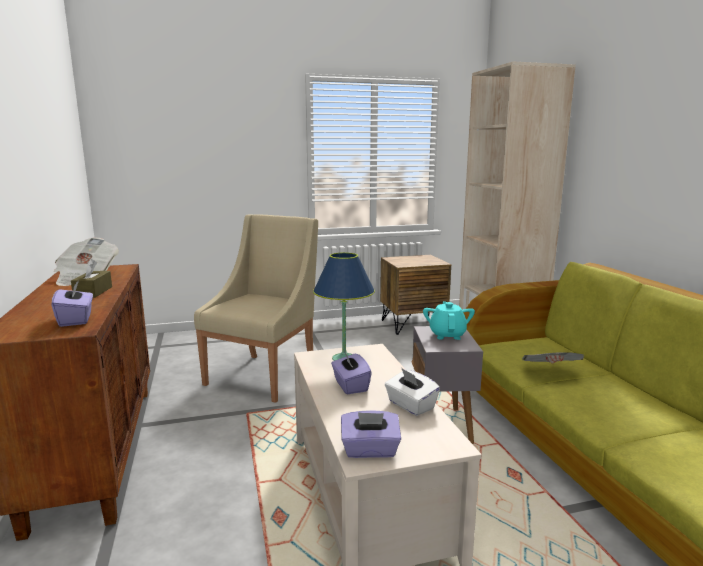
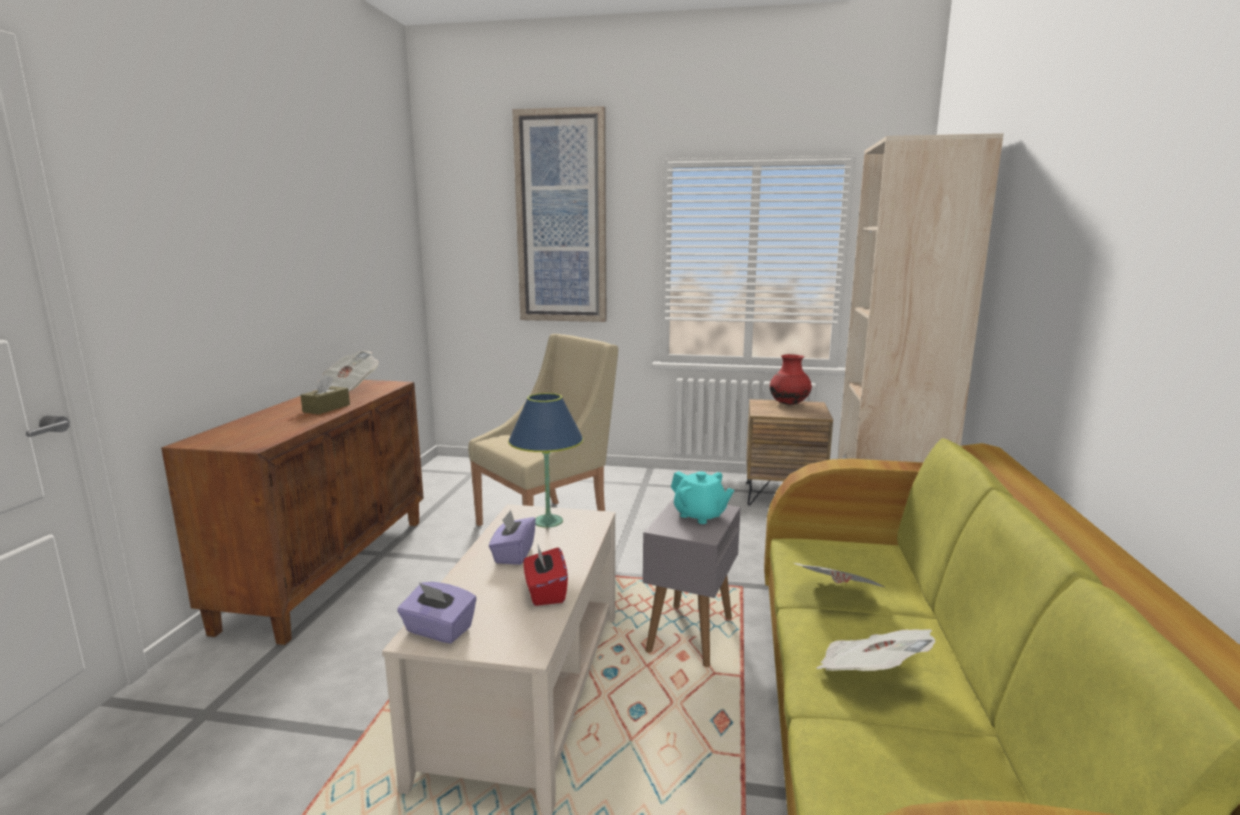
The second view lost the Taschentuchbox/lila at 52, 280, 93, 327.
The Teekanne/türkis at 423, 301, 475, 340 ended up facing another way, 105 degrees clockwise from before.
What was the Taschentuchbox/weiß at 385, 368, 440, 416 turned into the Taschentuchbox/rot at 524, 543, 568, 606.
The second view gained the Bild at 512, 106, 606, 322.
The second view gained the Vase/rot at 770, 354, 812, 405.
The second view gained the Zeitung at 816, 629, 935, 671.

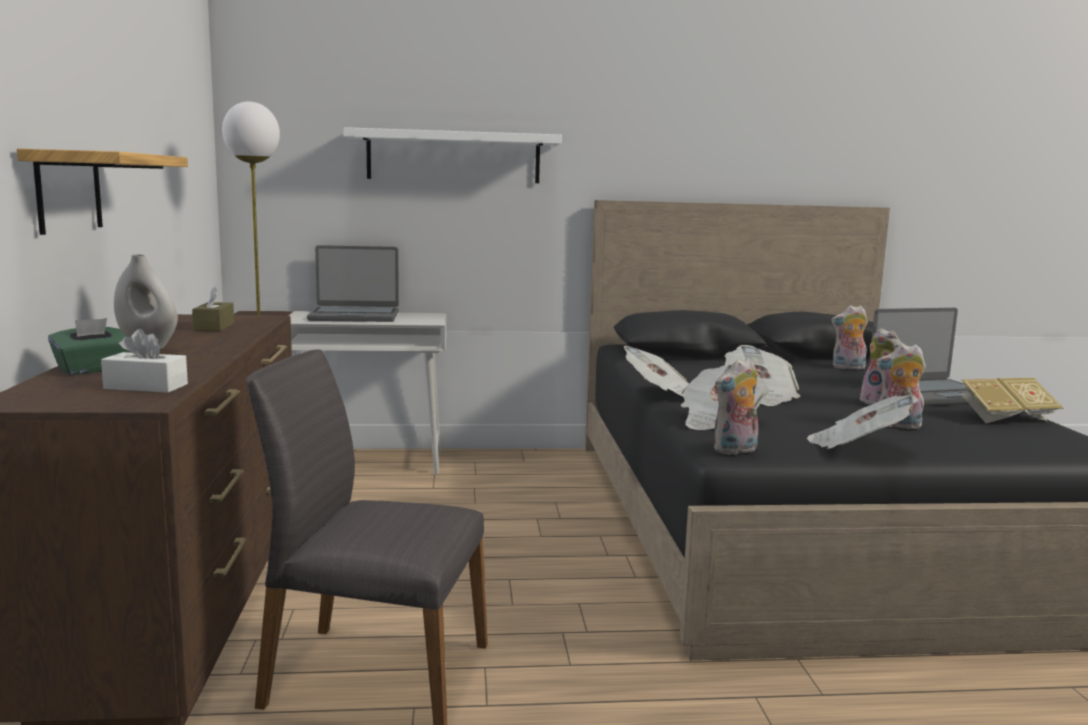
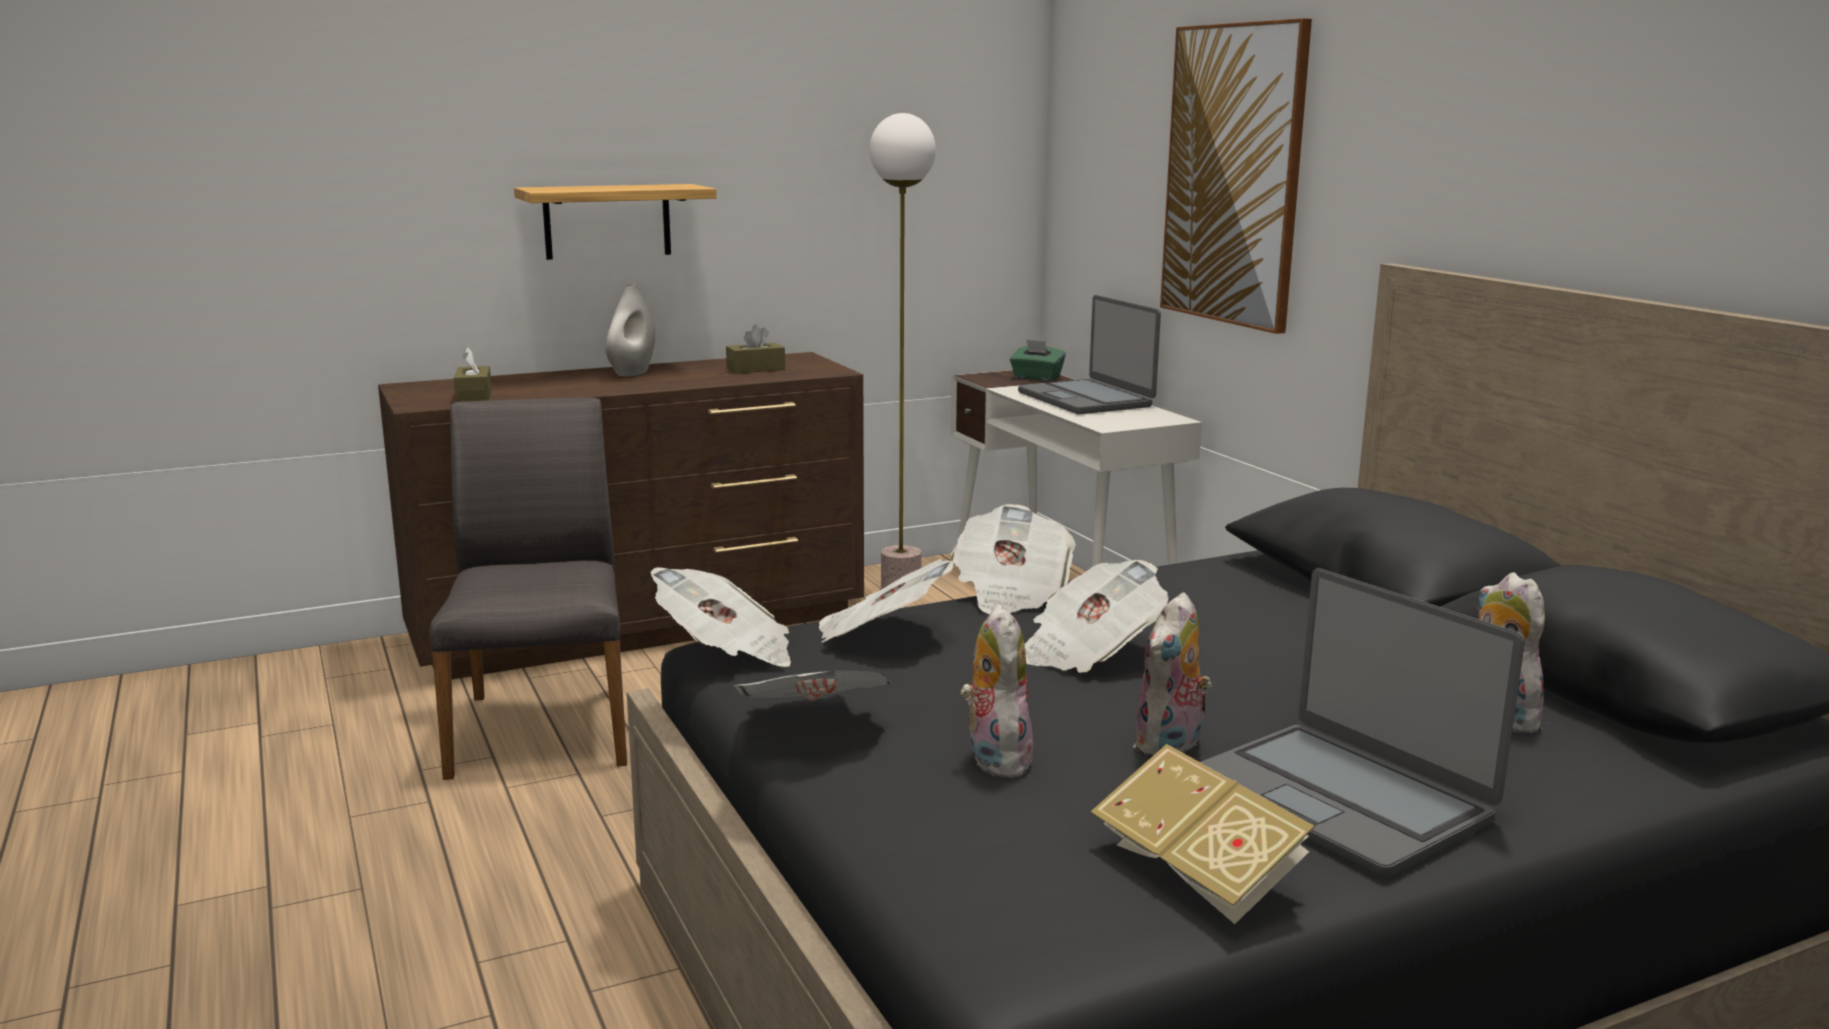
Where the Wandregal/weiß hung at 343, 127, 562, 183, the Bild came to hang at 1160, 18, 1312, 334.
The Taschentuchbox/grün ended up elsewhere, having gone from 48, 318, 130, 374 to 1010, 339, 1066, 381.
What was the Taschentuchbox/weiß at 101, 329, 188, 393 turned into the Taschentuchbox/braun at 454, 347, 492, 402.
Where the Plüschtier stood at 714, 358, 758, 455, the Zeitung came to stand at 650, 567, 791, 667.

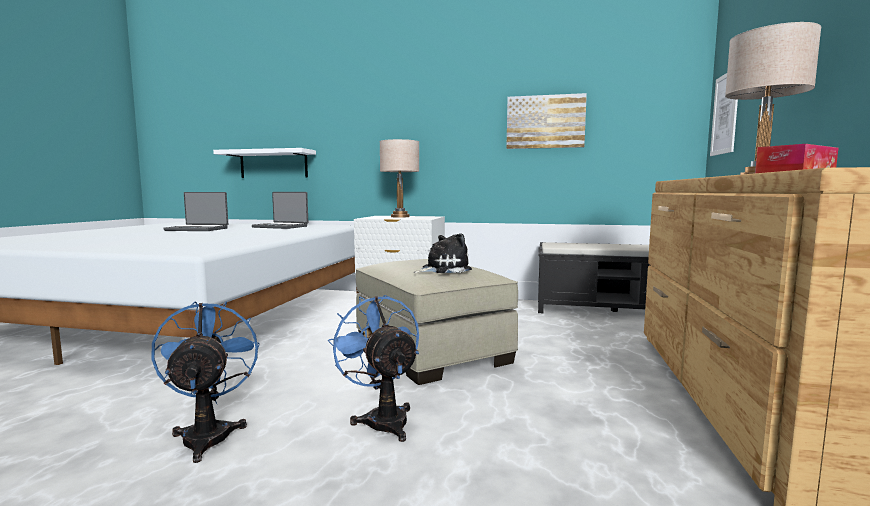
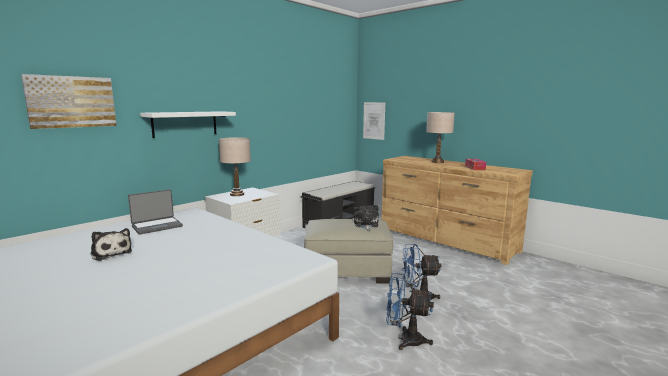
The Bild ended up elsewhere, having gone from 506, 93, 587, 149 to 21, 74, 116, 129.
The Wandregal/weiß ended up elsewhere, having gone from 213, 148, 316, 178 to 140, 111, 236, 138.
Where the Laptop stood at 163, 192, 228, 231, the Plüschtier came to stand at 90, 228, 132, 261.

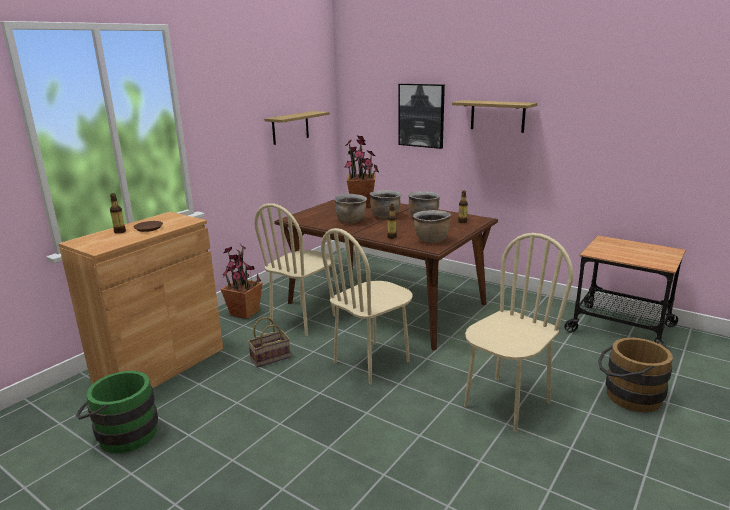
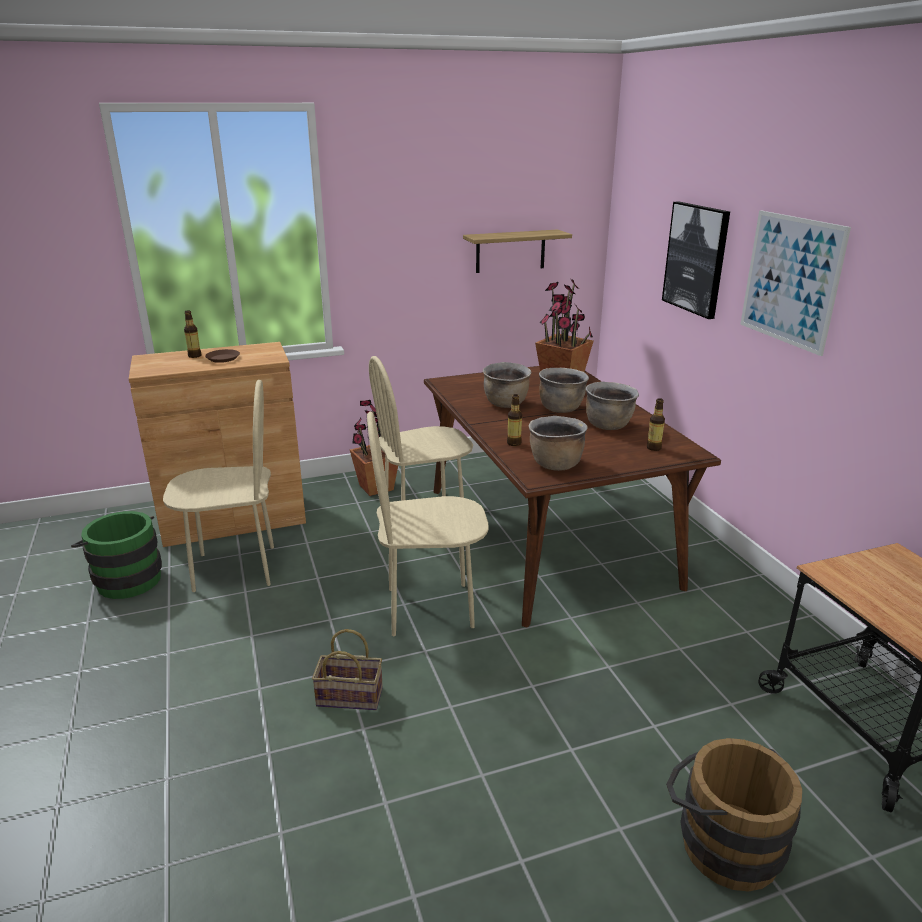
Where the Wandregal hung at 452, 100, 537, 133, the Bild came to hang at 741, 210, 851, 356.
The Stuhl/beige ended up elsewhere, having gone from 464, 233, 573, 432 to 163, 380, 274, 592.
The Korb ended up elsewhere, having gone from 248, 317, 291, 368 to 312, 629, 383, 710.

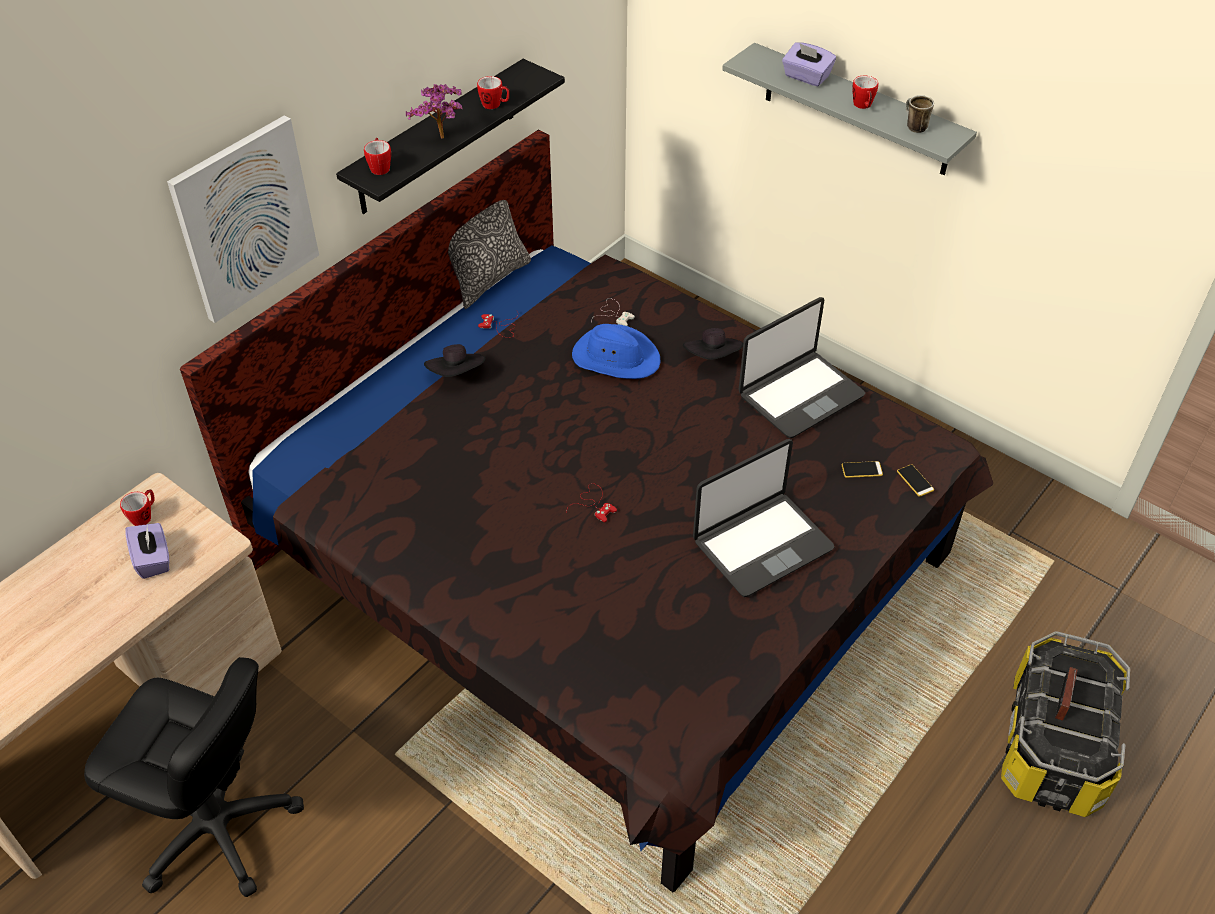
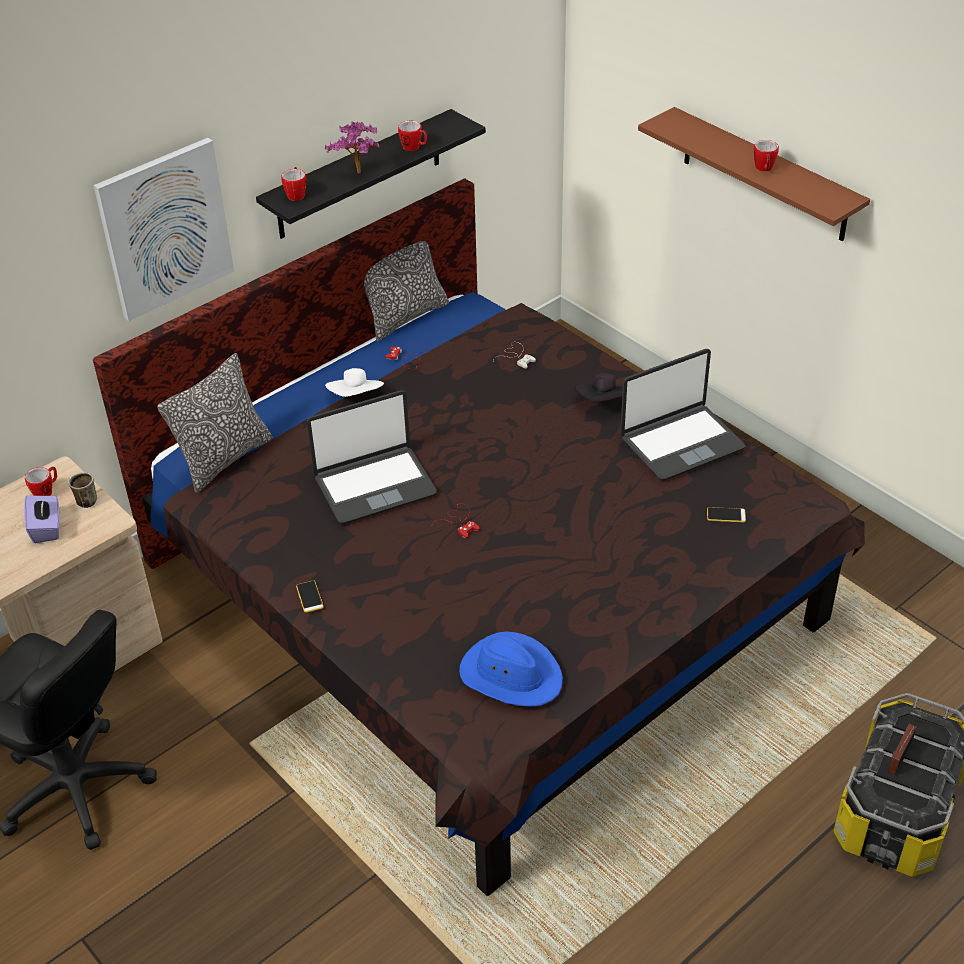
What was the Wandregal/grau at 722, 43, 977, 175 turned into the Wandregal/braun at 638, 107, 870, 241.
The second view lost the Taschentuchbox/lila at 782, 43, 836, 86.
The Henkelbecher ended up elsewhere, having gone from 906, 95, 934, 133 to 68, 472, 97, 508.
The Hut/blau ended up elsewhere, having gone from 572, 324, 660, 379 to 459, 631, 563, 707.
What was the Hut/schwarz at 424, 344, 486, 377 turned into the Hut/weiß at 325, 368, 384, 397.
The Laptop ended up elsewhere, having gone from 693, 439, 834, 597 to 307, 390, 437, 524.
The Handy ended up elsewhere, having gone from 897, 464, 934, 497 to 296, 580, 324, 613.
The second view gained the Kissen at 157, 353, 272, 493.

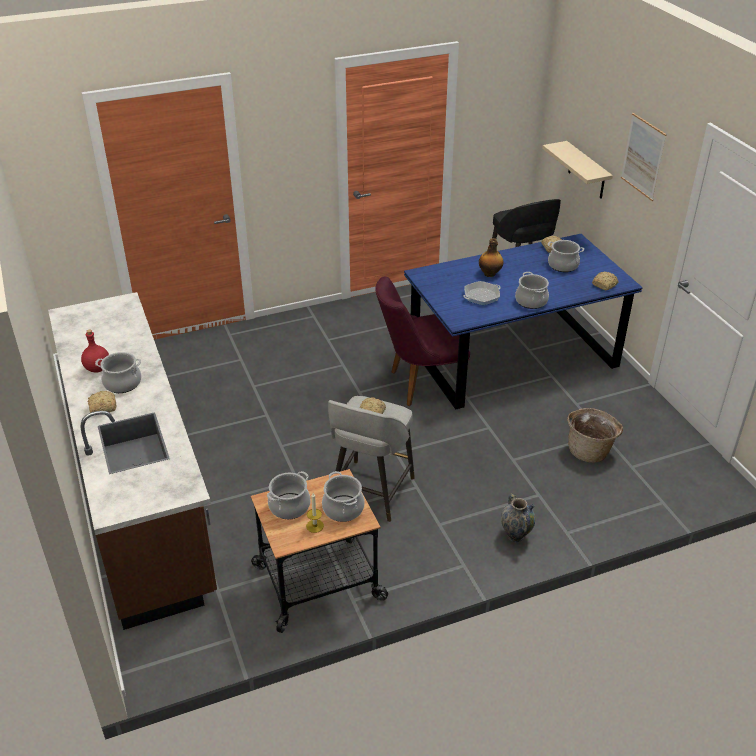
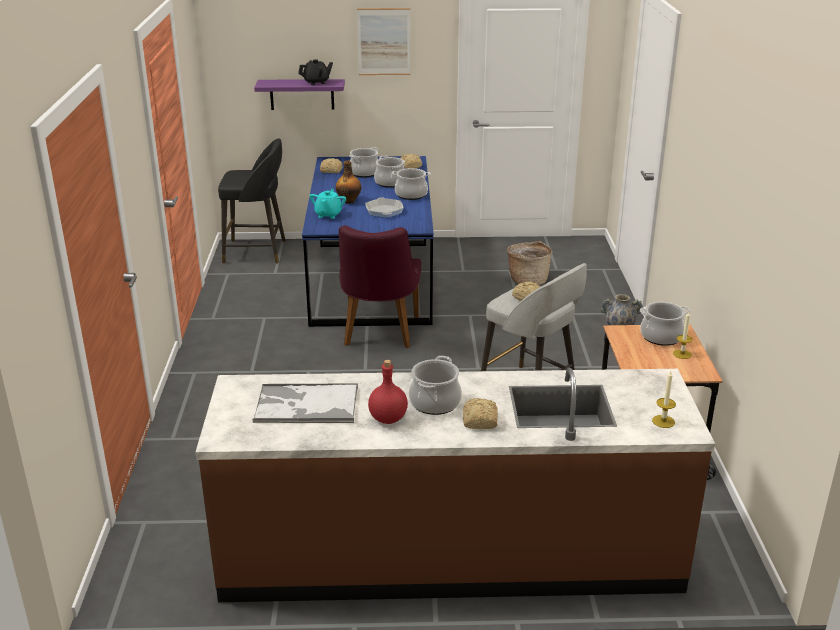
What was the Wandregal/beige at 542, 141, 613, 199 turned into the Wandregal/lila at 254, 79, 345, 110.
The Kochtopf ended up elsewhere, having gone from 267, 471, 310, 519 to 374, 156, 405, 188.
The second view gained the Teekanne/schwarz at 298, 59, 333, 85.
The second view gained the Teekanne/türkis at 310, 189, 346, 219.
The second view gained the Kerze at 652, 371, 676, 428.
The second view gained the Tablett at 252, 383, 358, 423.

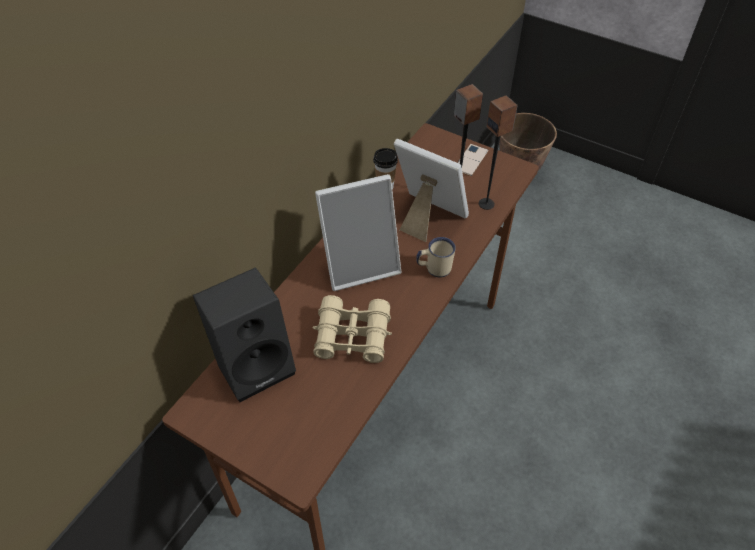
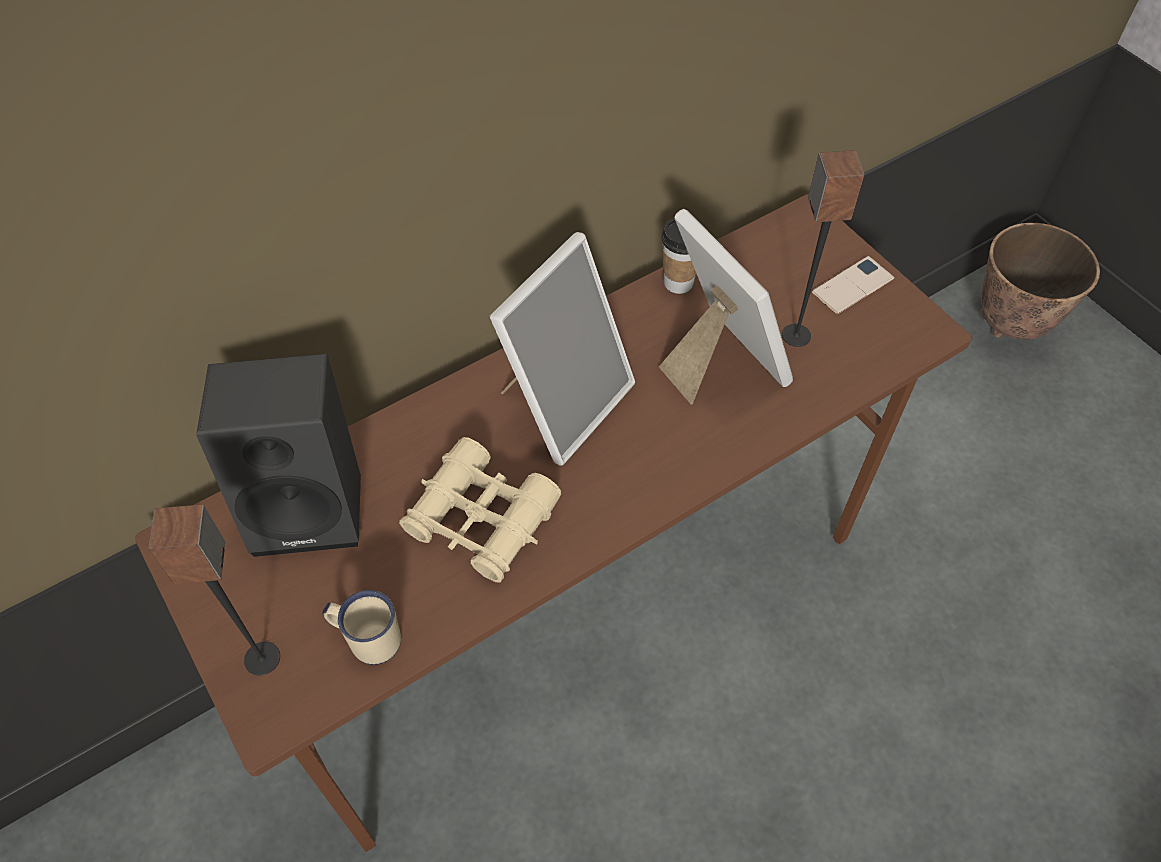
The Lautsprecher ended up elsewhere, having gone from 479, 95, 518, 210 to 148, 505, 280, 676.
The Bilderrahmen at 315, 174, 401, 291 ended up facing another way, 60 degrees counterclockwise from before.
The Henkelbecher/beige ended up elsewhere, having gone from 416, 237, 456, 277 to 322, 590, 401, 665.

